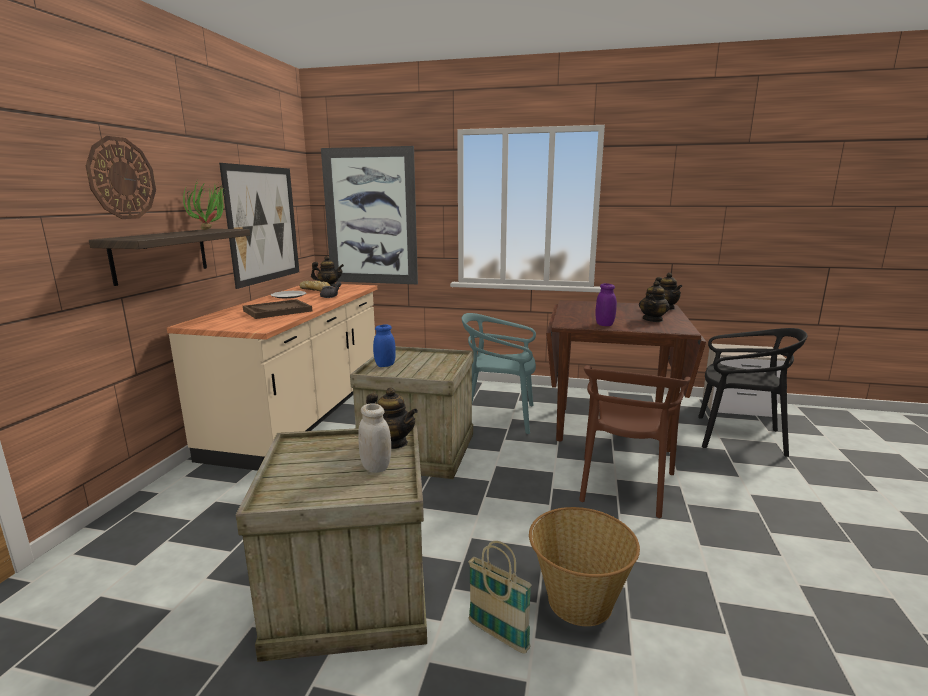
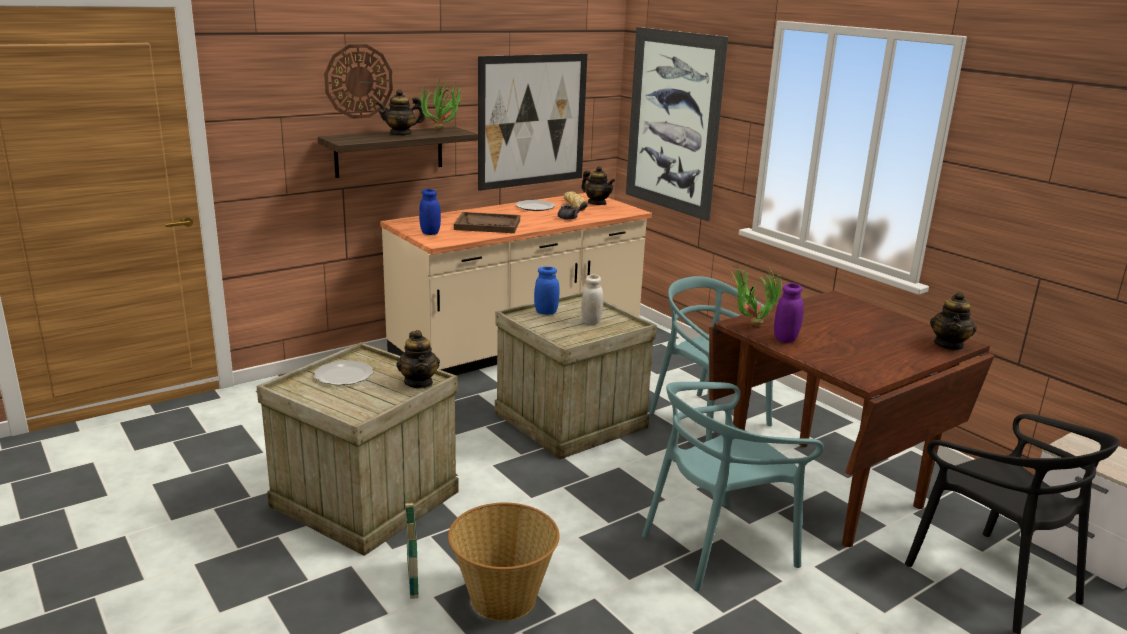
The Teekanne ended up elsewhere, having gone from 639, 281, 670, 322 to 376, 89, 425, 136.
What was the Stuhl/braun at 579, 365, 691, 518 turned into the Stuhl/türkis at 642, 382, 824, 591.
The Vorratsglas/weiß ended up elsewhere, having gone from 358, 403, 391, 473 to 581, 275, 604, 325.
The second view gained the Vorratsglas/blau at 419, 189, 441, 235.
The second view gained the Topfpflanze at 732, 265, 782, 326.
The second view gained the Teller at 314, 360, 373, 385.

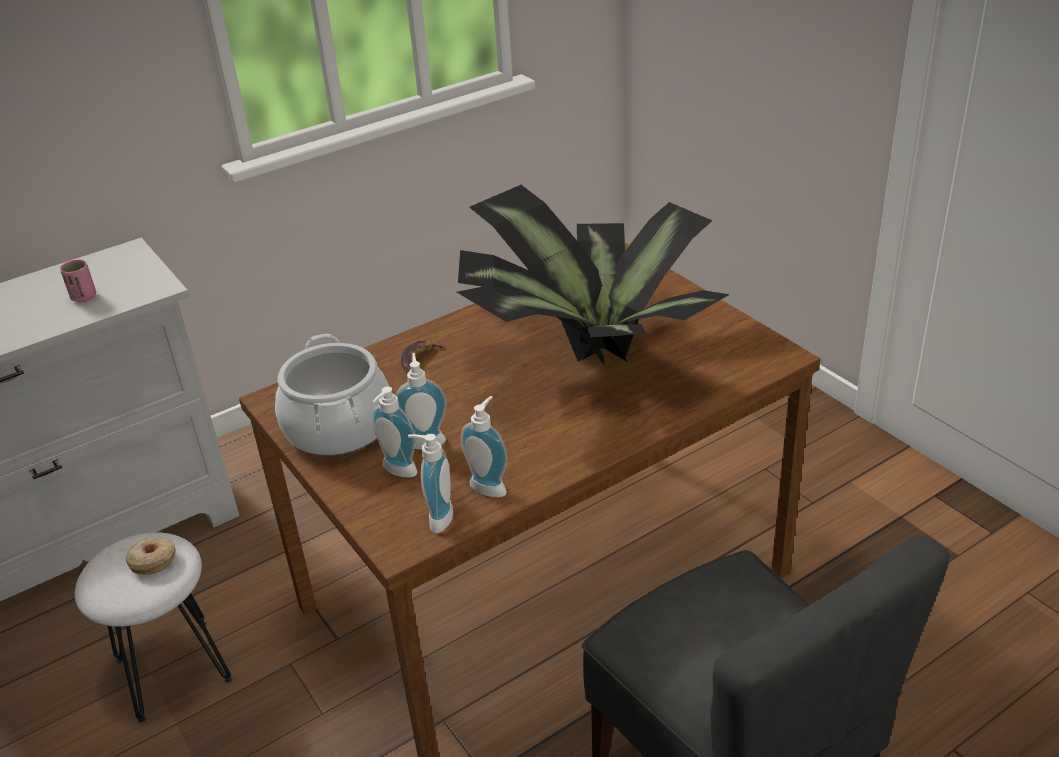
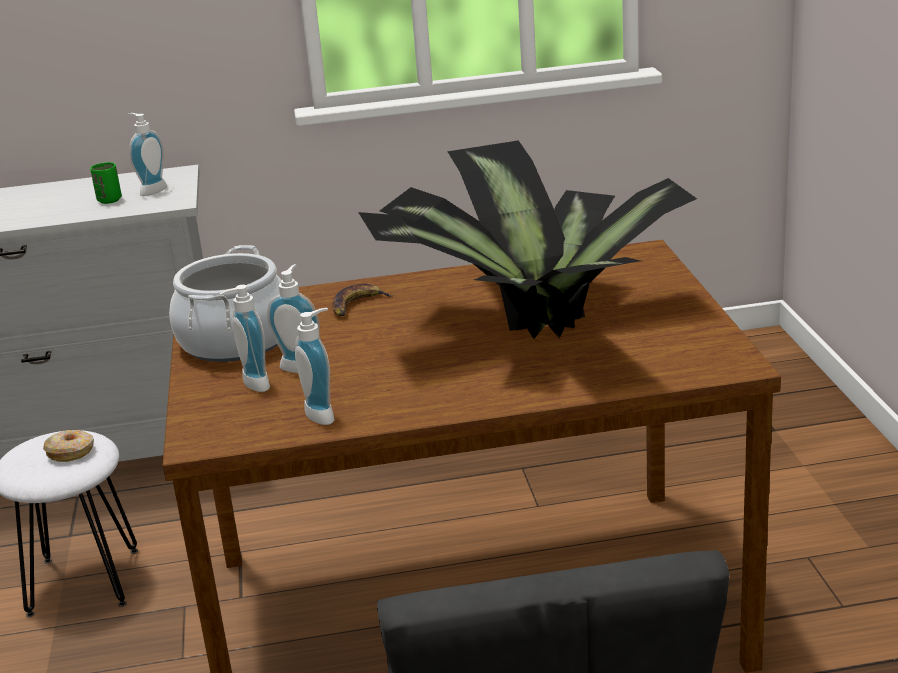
What was the Tasse/rosa at 60, 259, 96, 303 turned into the Tasse/grün at 90, 162, 122, 204.
The Seifenspender ended up elsewhere, having gone from 408, 434, 453, 534 to 128, 113, 167, 196.

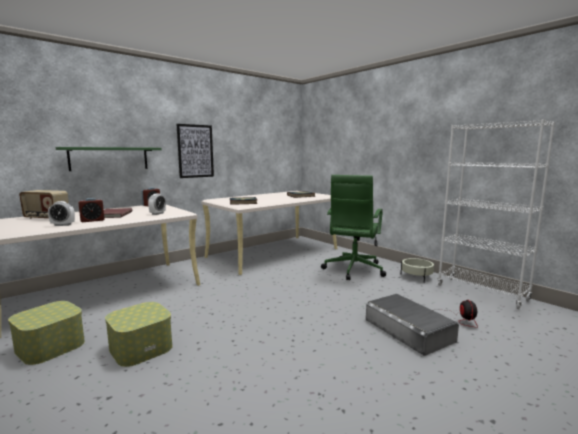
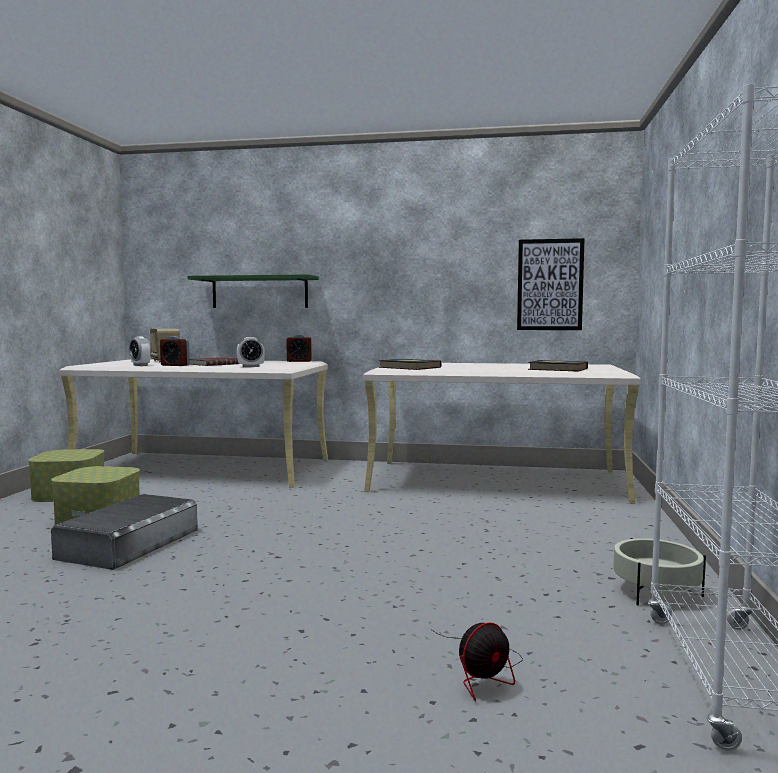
The Bild ended up elsewhere, having gone from 177, 124, 214, 178 to 517, 238, 585, 330.
The second view lost the Bürostuhl/grün at 321, 175, 386, 280.
The Aufbewahrungsbox/grau ended up elsewhere, having gone from 366, 294, 459, 356 to 51, 494, 198, 570.

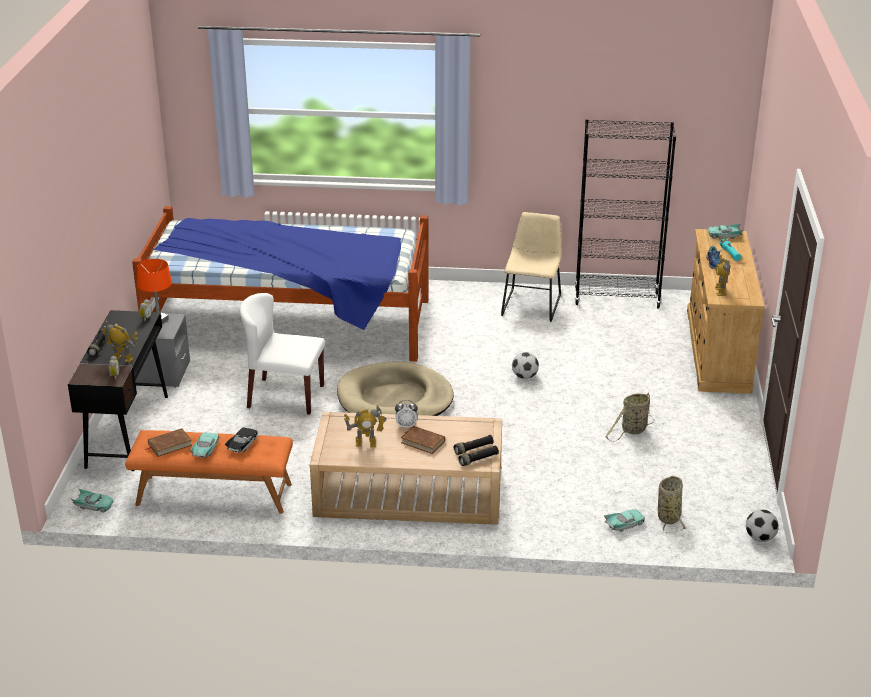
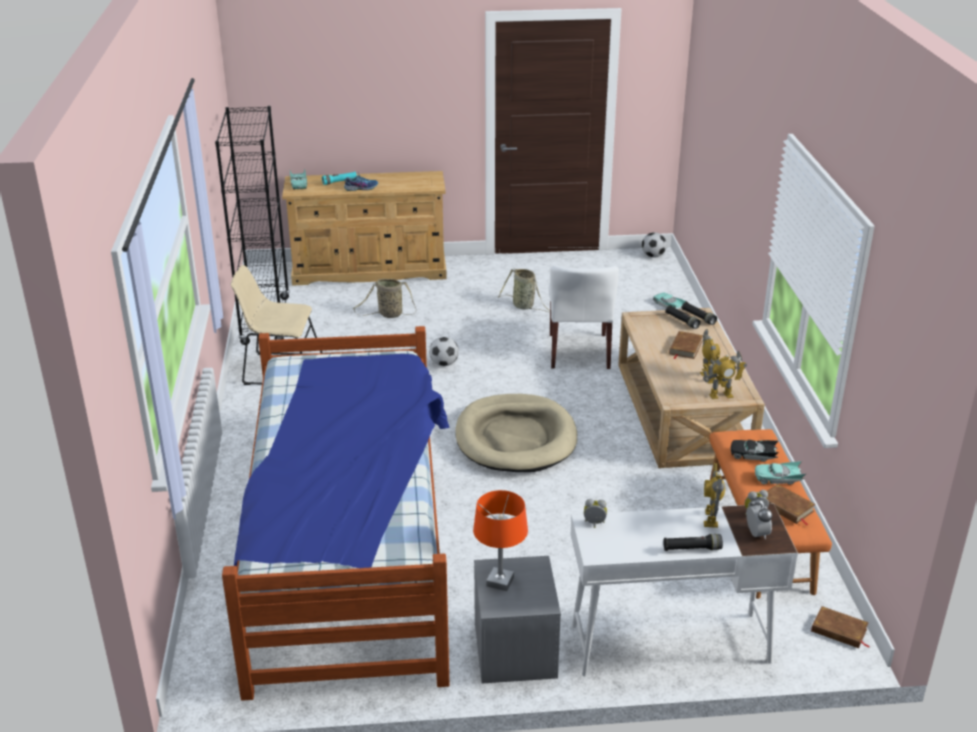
The Spielzeugroboter ended up elsewhere, having gone from 715, 255, 731, 296 to 702, 350, 747, 399.
The Stuhl/weiß ended up elsewhere, having gone from 240, 293, 325, 415 to 549, 266, 619, 369.
What was the Schreibtisch/schwarz at 68, 310, 168, 471 turned into the Schreibtisch/weiß at 571, 503, 798, 676.
The Wecker ended up elsewhere, having gone from 395, 400, 418, 428 to 746, 496, 772, 539.
The Korb ended up elsewhere, having gone from 658, 476, 686, 533 to 353, 279, 416, 318.
Where the Spielzeugauto/türkis stood at 71, 489, 113, 513, the Buch/braun came to stand at 811, 606, 870, 648.

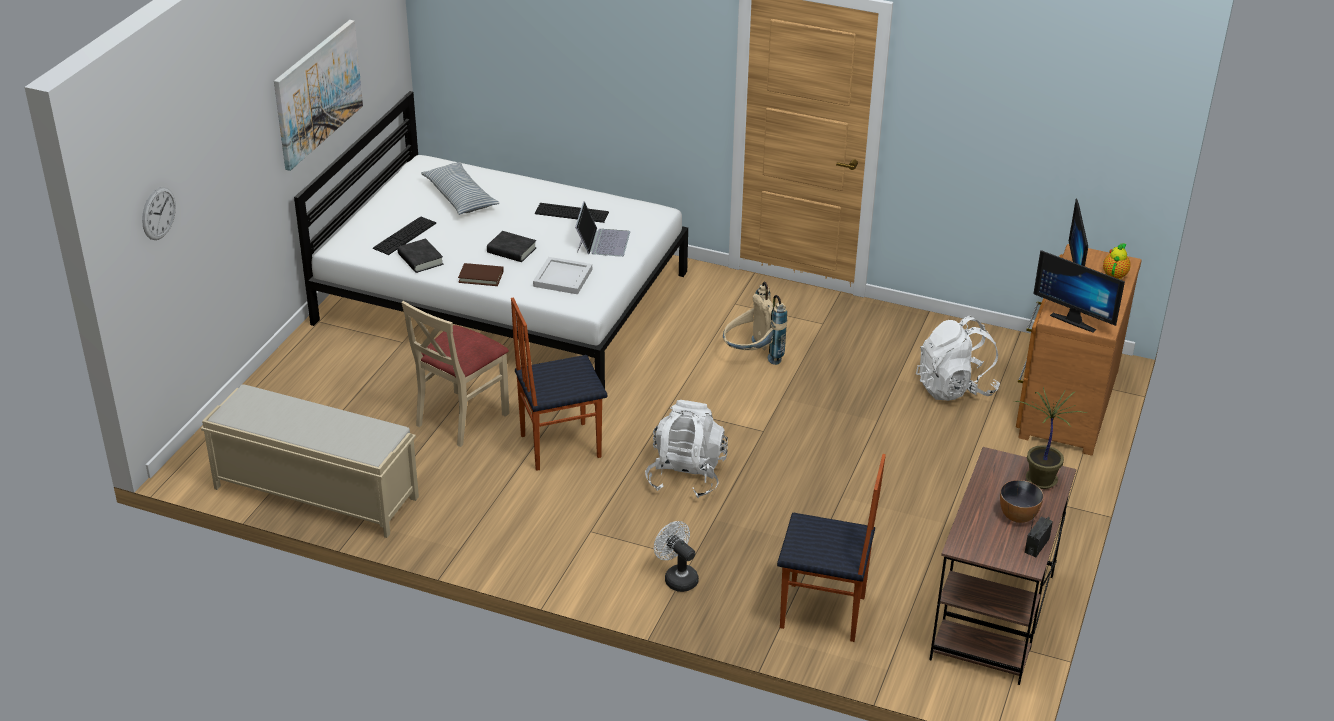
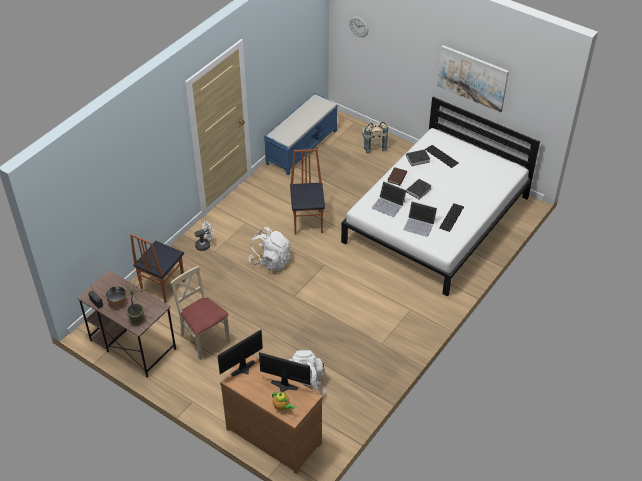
The second view lost the Kissen at 421, 162, 500, 215.
Where the Tablett/weiß stood at 533, 257, 592, 294, the Laptop came to stand at 371, 181, 407, 217.
The Rucksack/beige ended up elsewhere, having gone from 723, 282, 788, 365 to 362, 122, 388, 154.
The Stuhl/beige ended up elsewhere, having gone from 401, 301, 510, 447 to 170, 266, 230, 360.
What was the Bank/beige at 201, 385, 419, 538 turned into the Bank/blau at 263, 93, 338, 176.

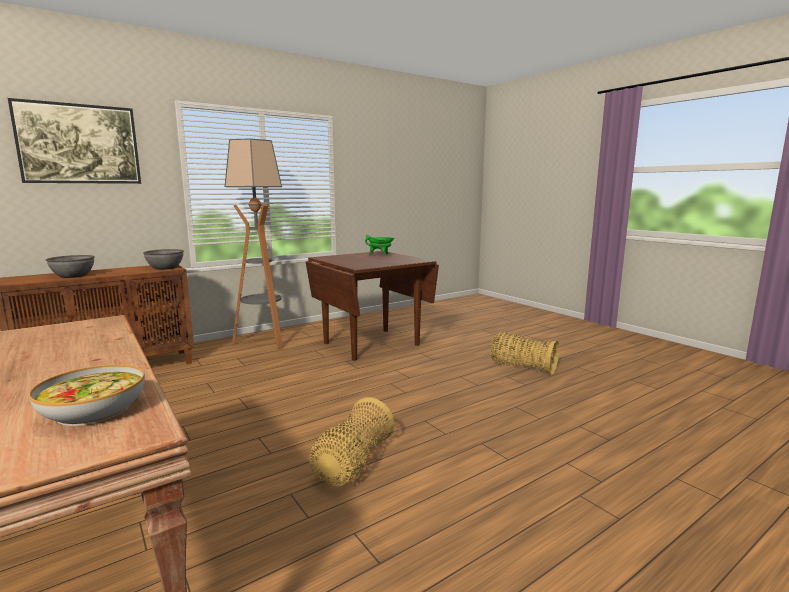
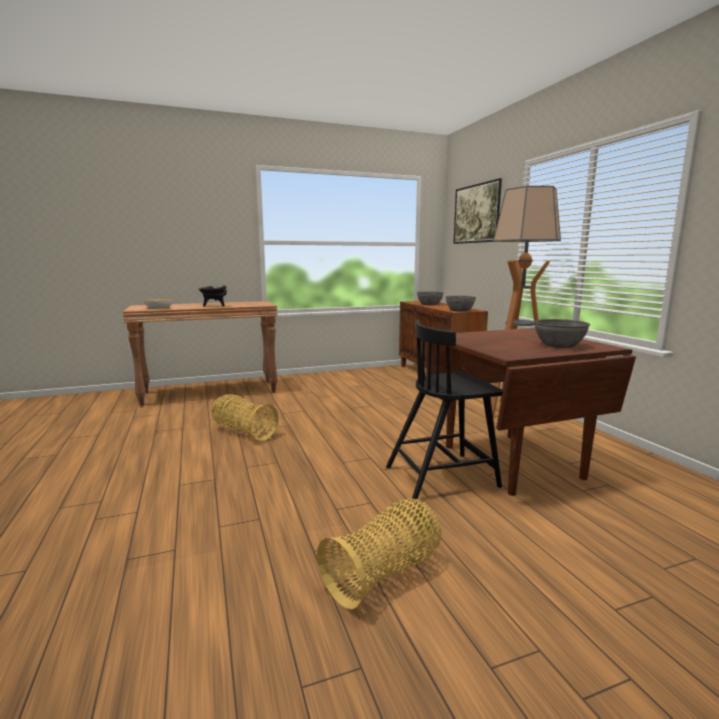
Where the Kochtopf/grün stood at 365, 235, 394, 256, the Schüssel/grau came to stand at 534, 319, 590, 348.
The second view gained the Kochtopf/schwarz at 199, 285, 227, 307.
The second view gained the Stuhl/schwarz at 386, 320, 503, 499.

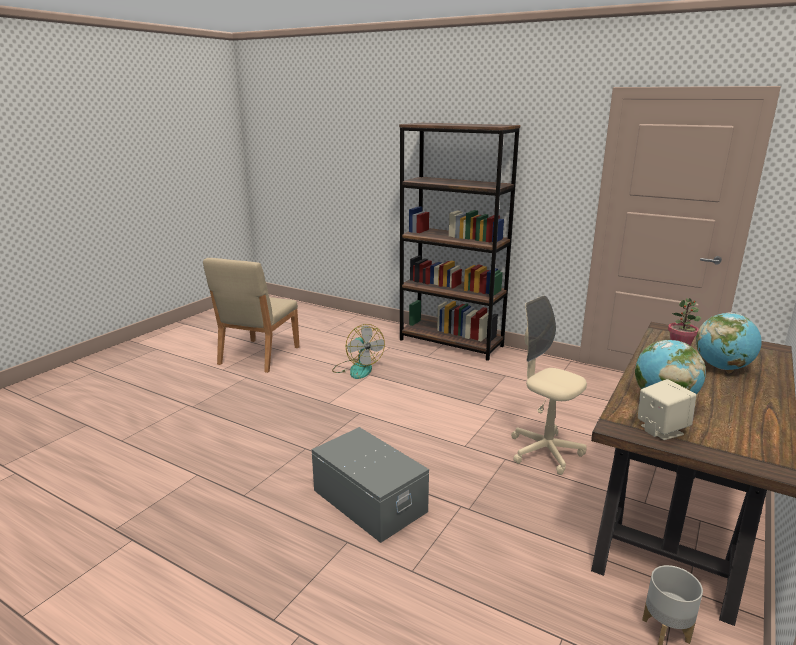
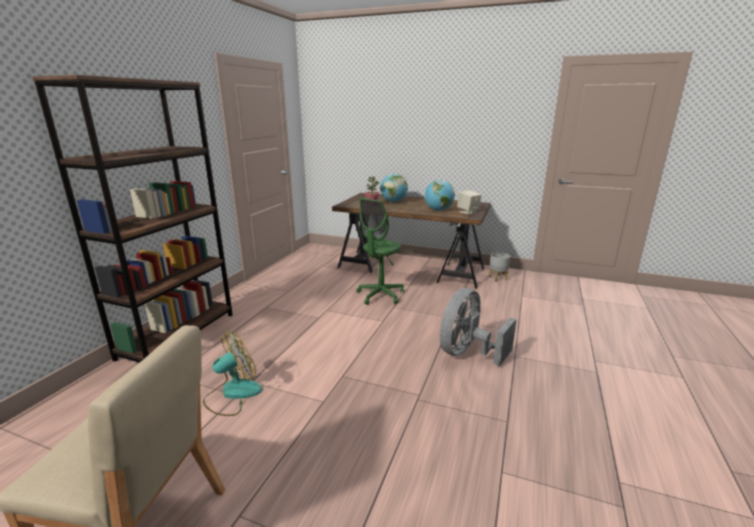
What was the Bürostuhl/beige at 511, 296, 587, 475 turned into the Bürostuhl/grün at 357, 198, 404, 305.
Where the Aufbewahrungsbox/grau stood at 312, 427, 429, 543, the Ventilator/grau came to stand at 440, 288, 517, 366.

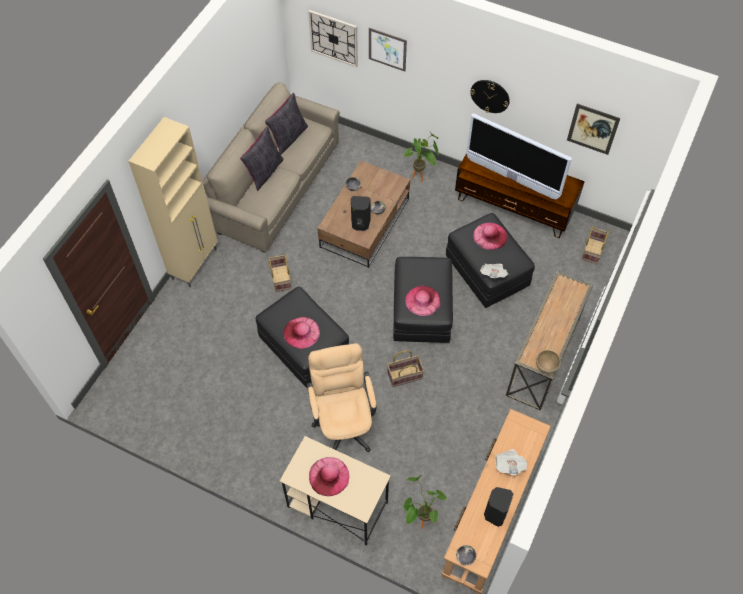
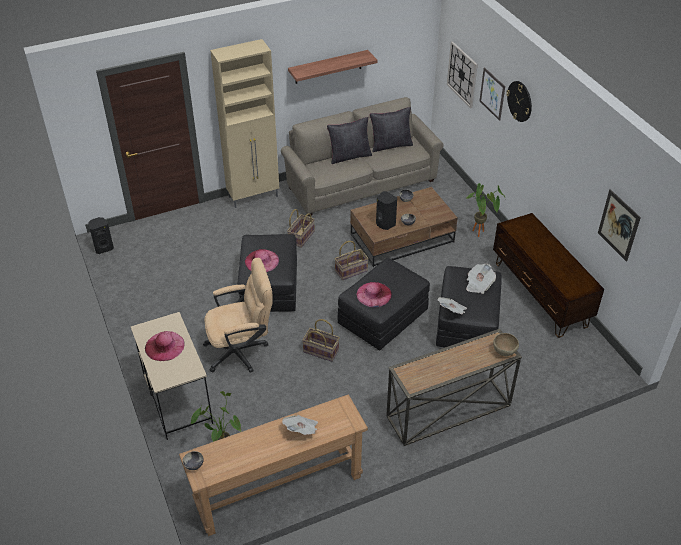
The Wanduhr ended up elsewhere, having gone from 470, 80, 510, 113 to 506, 81, 532, 122.
The second view lost the Fernseher at 466, 113, 572, 199.
Where the Hut/rosa stood at 473, 223, 507, 250, the Zeitung came to stand at 466, 264, 496, 294.
The Korb ended up elsewhere, having gone from 582, 226, 609, 265 to 335, 241, 369, 280.
The Bürostuhl/beige at 307, 343, 377, 453 ended up facing another way, 45 degrees clockwise from before.
The Schüssel/braun ended up elsewhere, having gone from 536, 350, 561, 374 to 493, 333, 519, 356.
The Lautsprecher/schwarz ended up elsewhere, having gone from 484, 487, 513, 527 to 88, 217, 114, 254.
The second view gained the Wandregal at 288, 50, 377, 84.

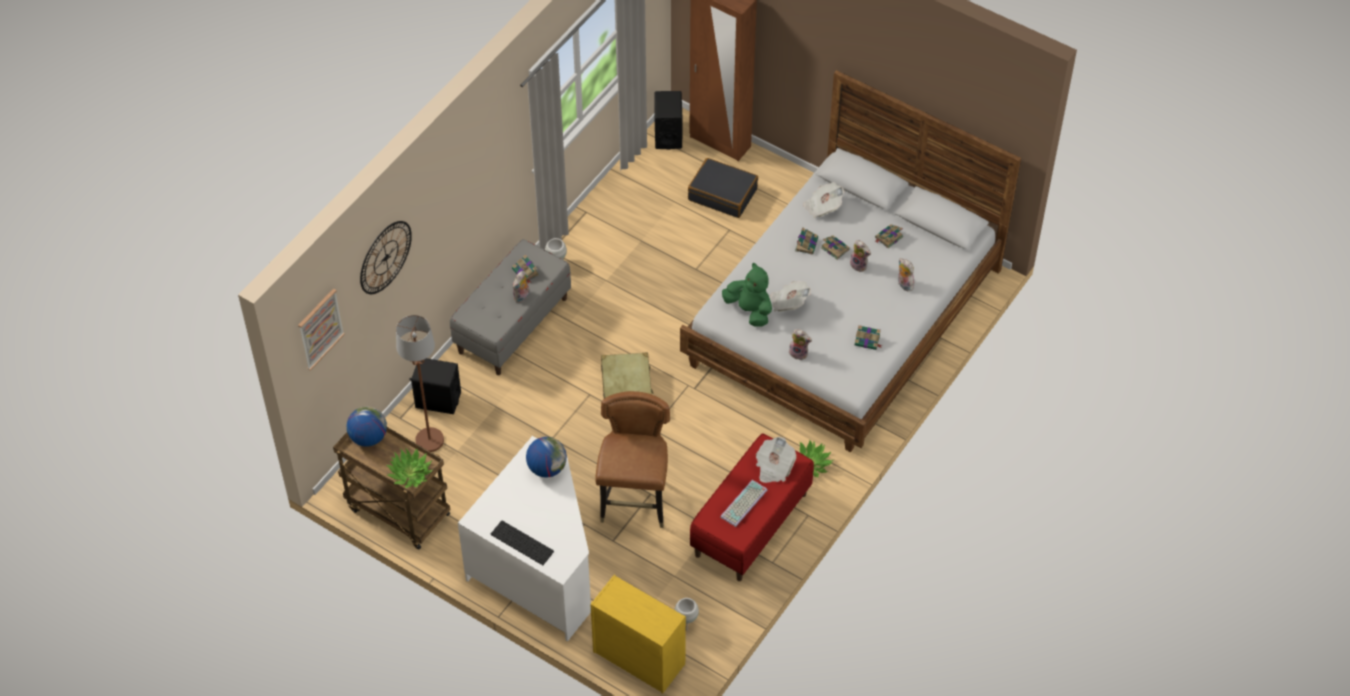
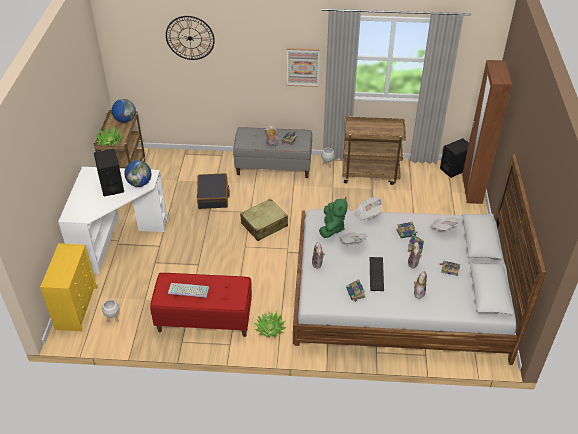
The Koffer/schwarz ended up elsewhere, having gone from 688, 158, 758, 218 to 197, 173, 230, 209.
The Bild ended up elsewhere, having gone from 298, 288, 345, 371 to 287, 48, 320, 87.
The second view lost the Stehlampe/braun at 396, 315, 444, 452.
The Lautsprecher/schwarz ended up elsewhere, having gone from 410, 358, 461, 414 to 94, 149, 124, 196.
The second view lost the Stuhl/braun at 595, 391, 670, 528.
The Zeitung ended up elsewhere, having gone from 756, 437, 797, 483 to 352, 197, 383, 221.
The Tastatur ended up elsewhere, having gone from 491, 521, 554, 565 to 370, 257, 384, 291.
The second view gained the Rollwagen/braun at 343, 116, 406, 185.

